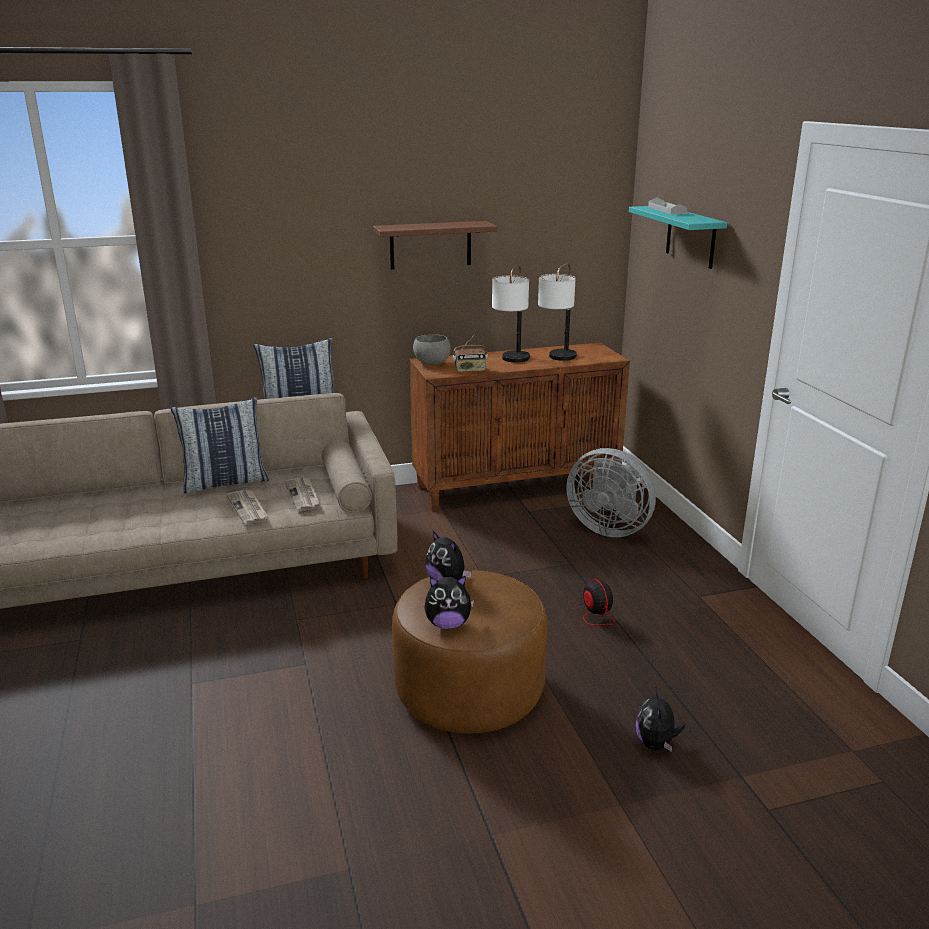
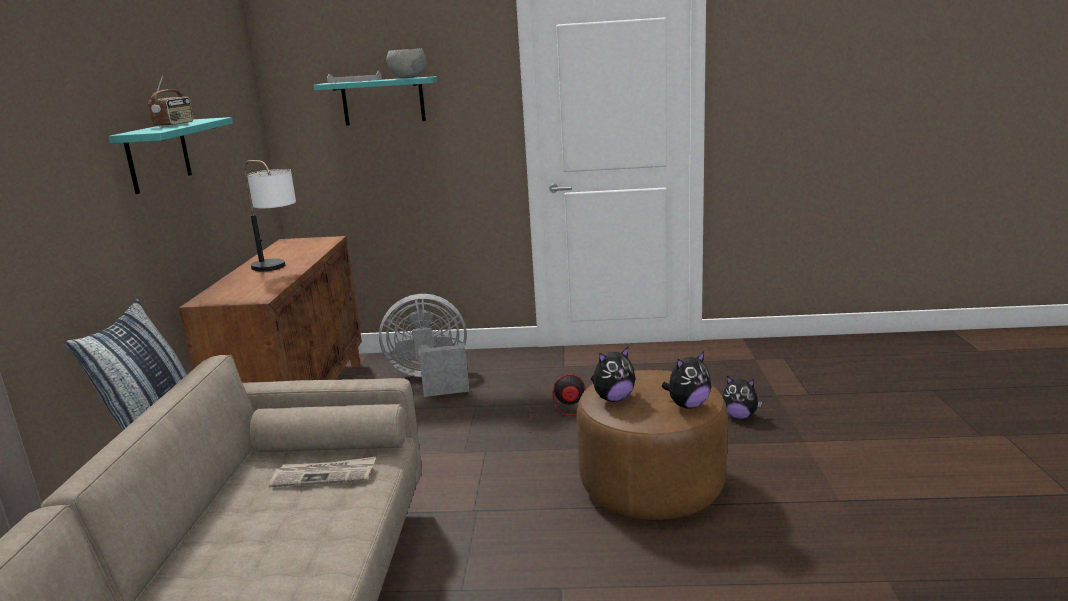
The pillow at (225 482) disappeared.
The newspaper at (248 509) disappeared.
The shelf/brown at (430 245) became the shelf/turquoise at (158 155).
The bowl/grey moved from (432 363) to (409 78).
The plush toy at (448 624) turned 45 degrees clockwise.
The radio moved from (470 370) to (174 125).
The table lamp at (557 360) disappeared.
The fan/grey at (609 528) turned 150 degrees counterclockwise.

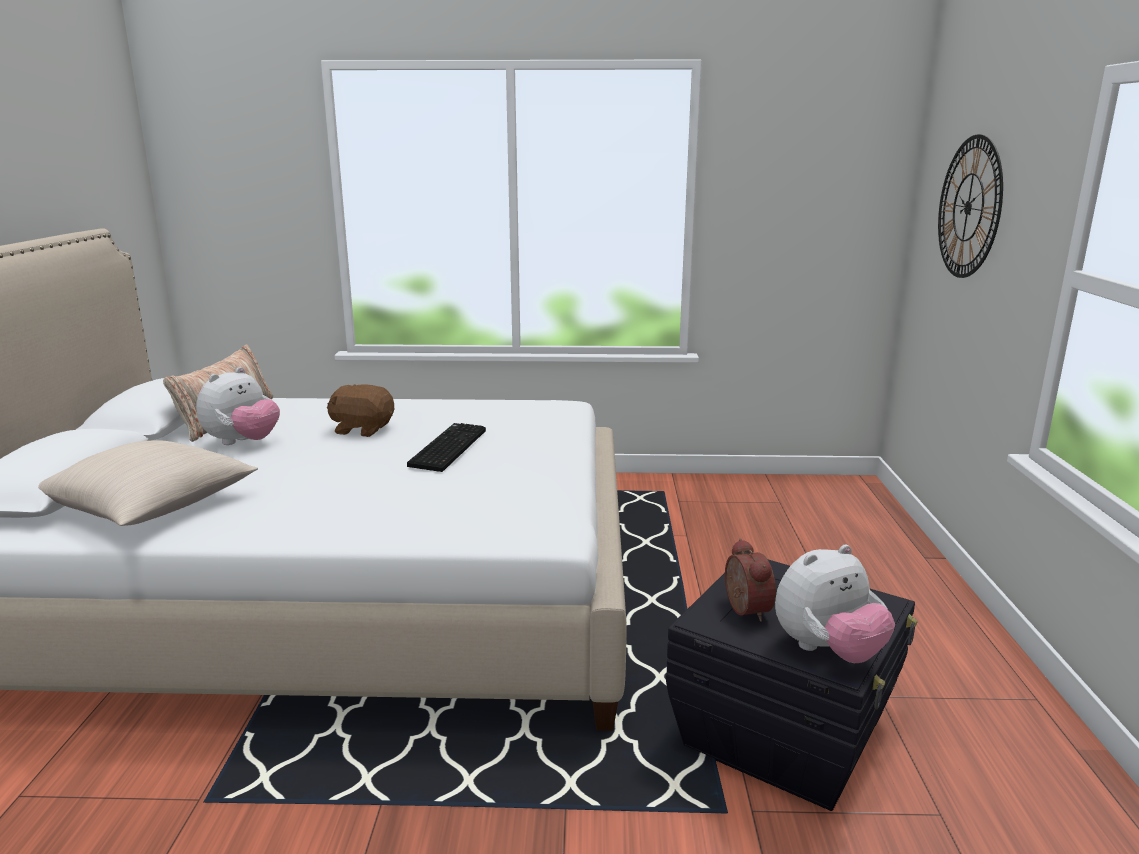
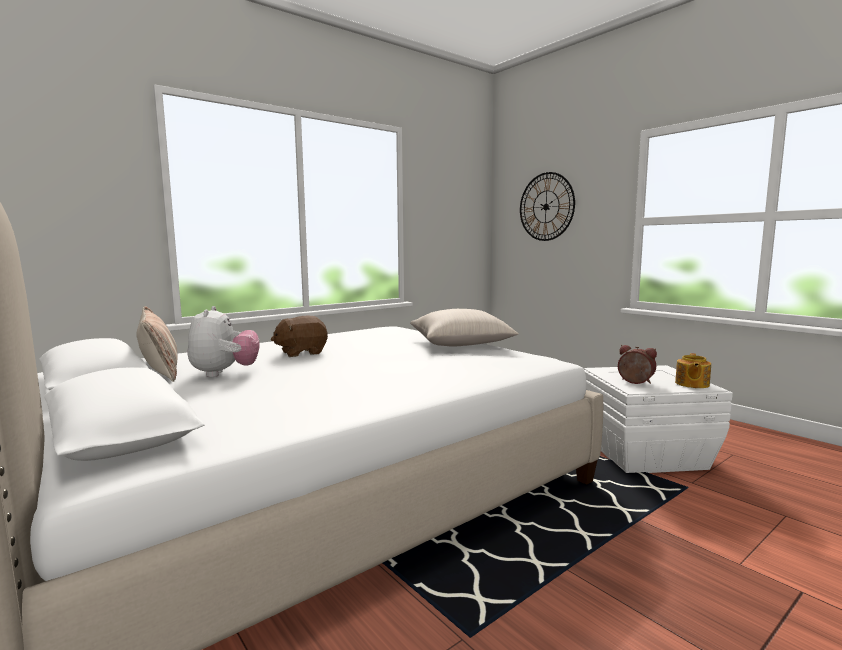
The pillow/beige moved from (150 506) to (460 344).
The keyboard at (447 448) disappeared.
The storage box/black at (785 733) became the storage box/white at (644 453).
The plush toy at (827 651) was replaced by the teapot at (691 384).

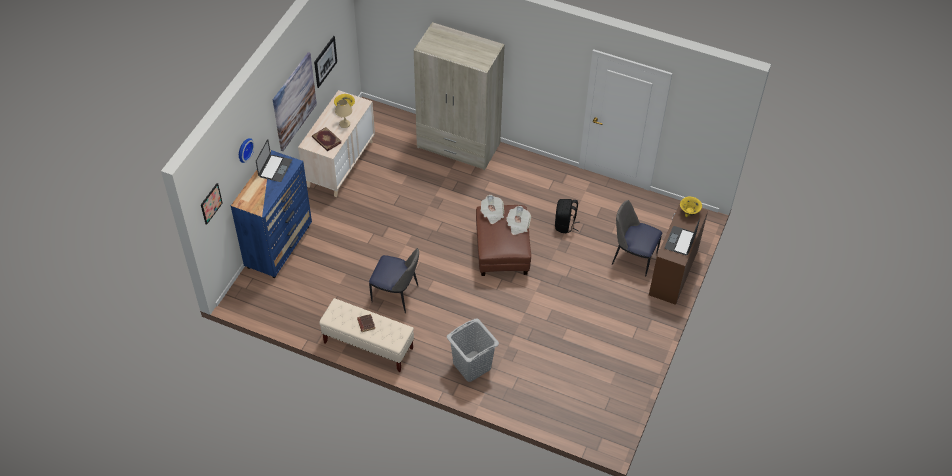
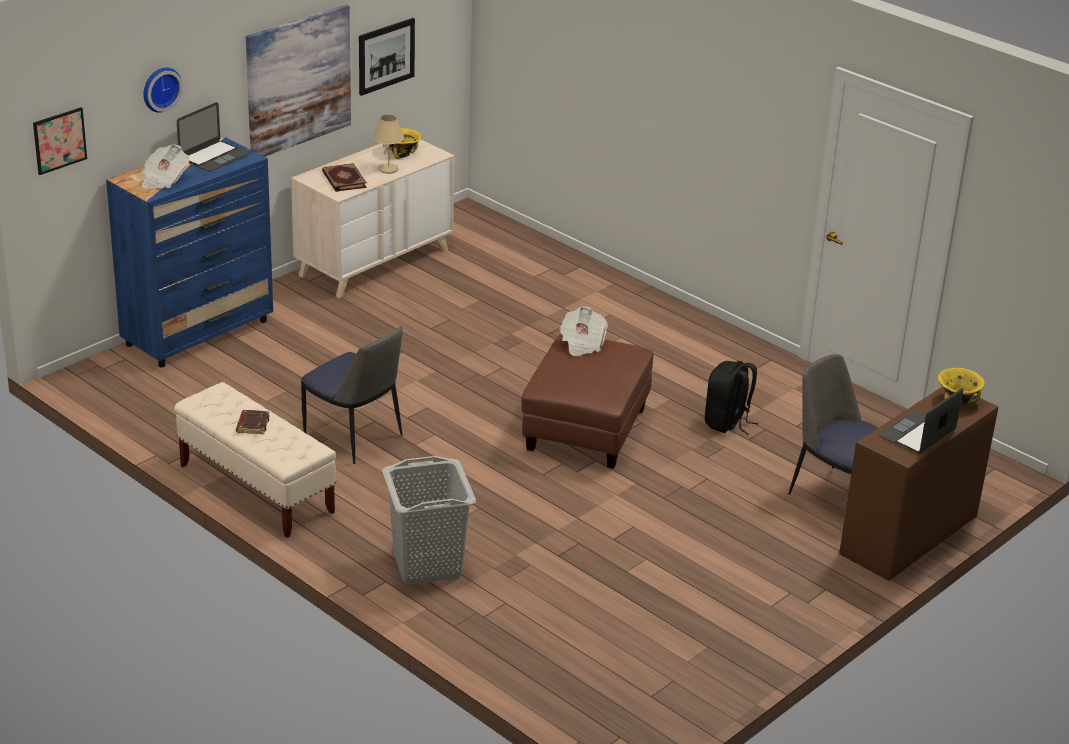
The wardrobe/beige at (458 146) disappeared.
The newspaper moved from (518 225) to (164 180).

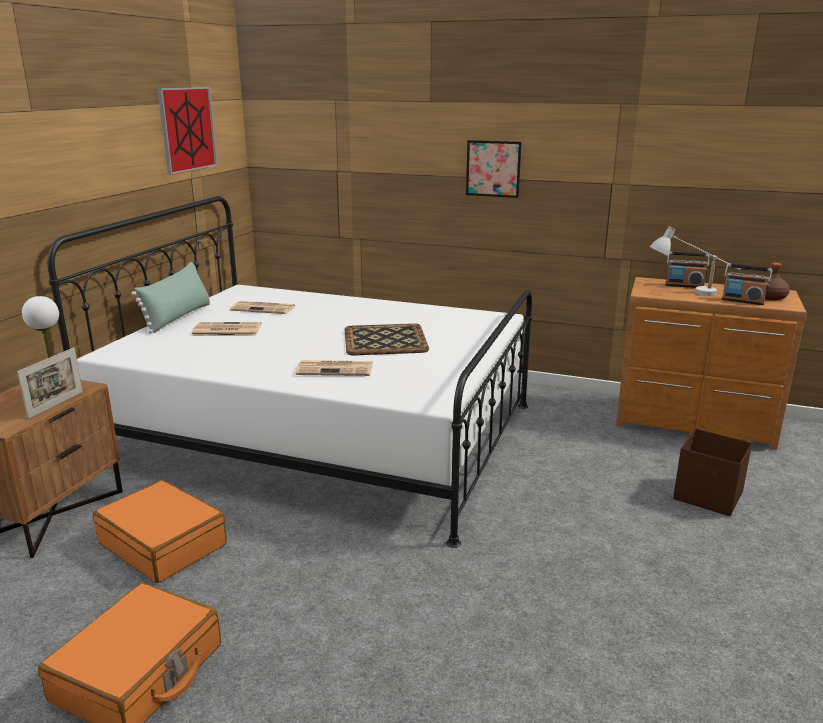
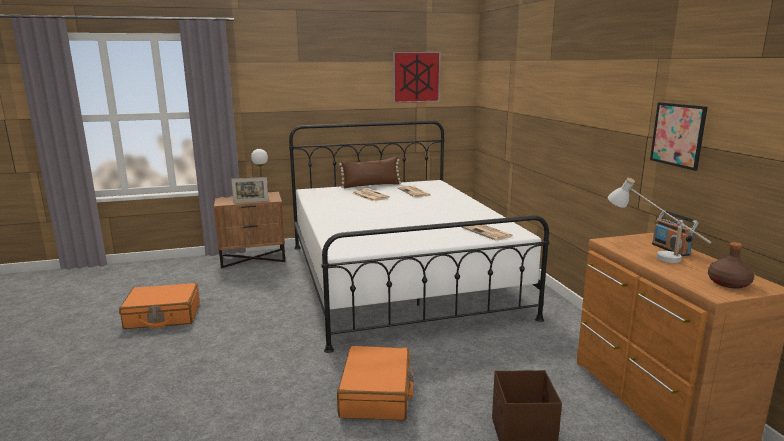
The suitcase/orange moved from (163 544) to (377 394).
The pillow/green at (178 317) became the pillow/brown at (371 185).
The newspaper moved from (336 369) to (487 232).
The tray at (386 340) disappeared.
The picture moved from (493 168) to (678 135).
The radio at (743 301) disappeared.

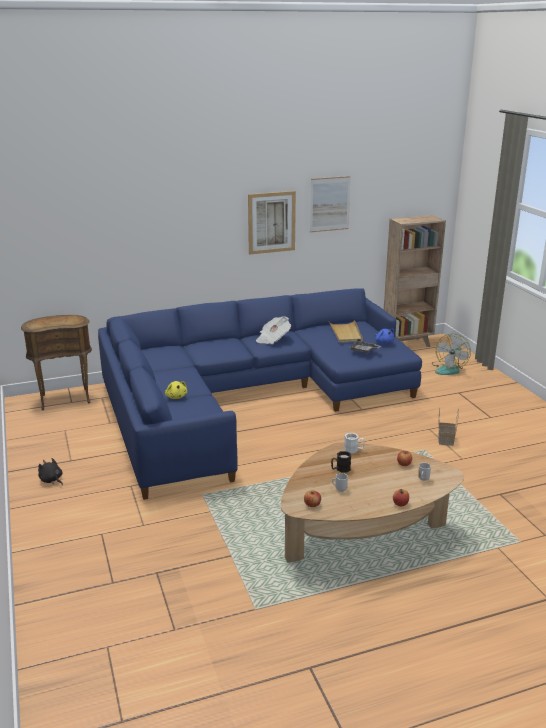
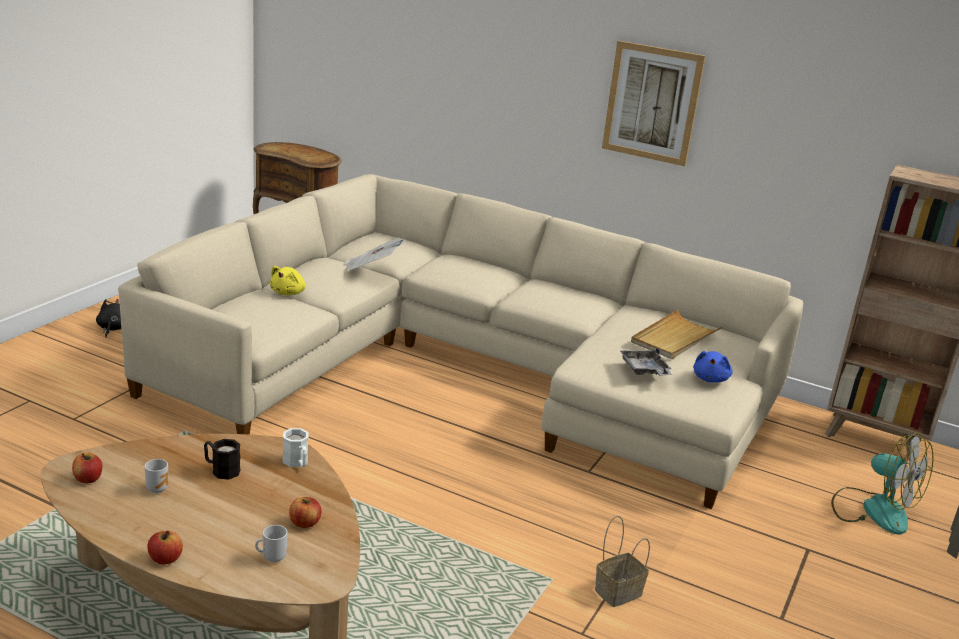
The sofa/blue at (246 399) became the sofa/beige at (470 370).
The newspaper moved from (273 339) to (372 269).
The picture at (330 204) disappeared.
The fan at (449 369) turned 120 degrees counterclockwise.

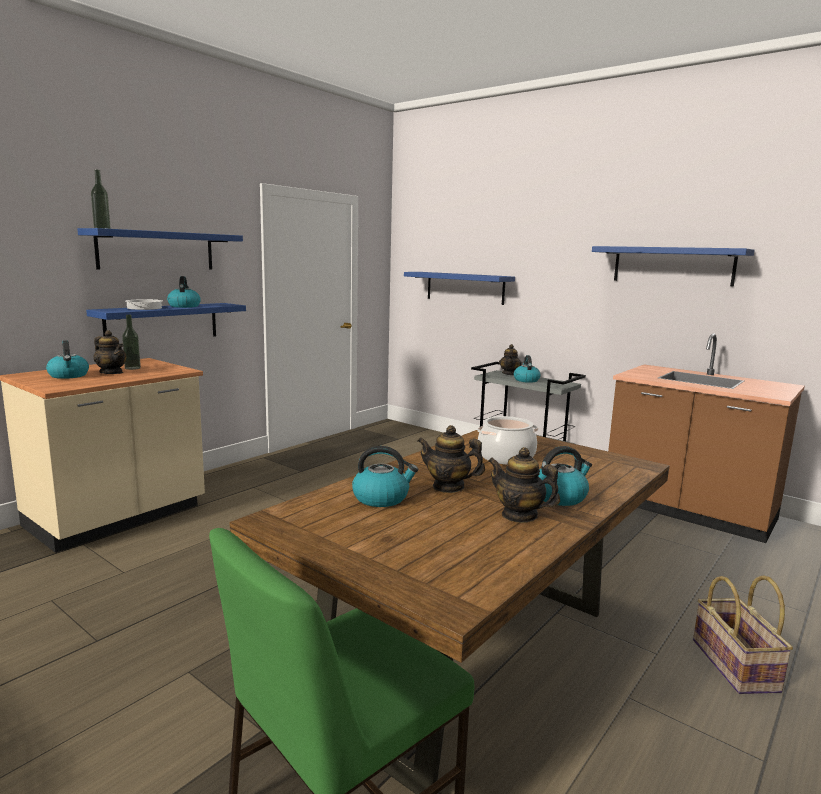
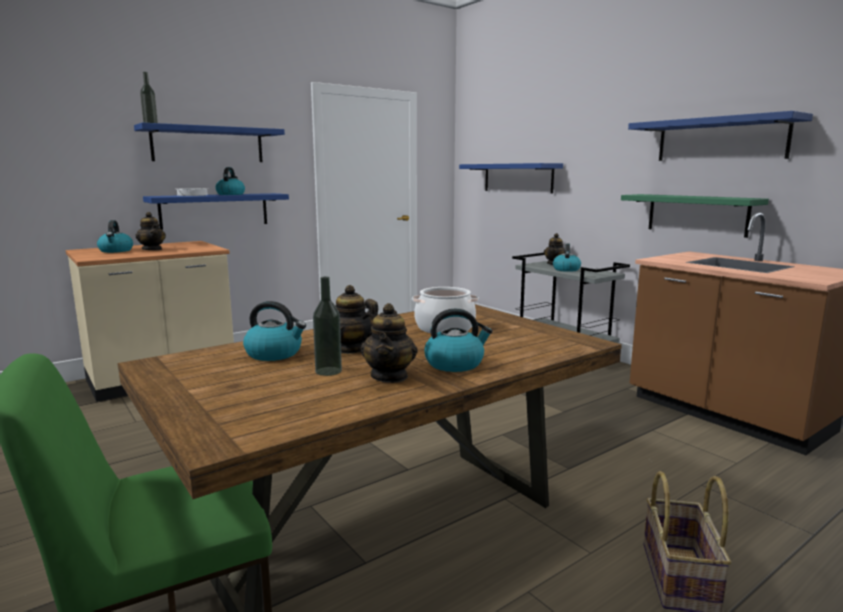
The bottle moved from (132 368) to (328 371).
The teapot at (519 515) turned 135 degrees counterclockwise.
The shelf/green at (697 214) appeared.

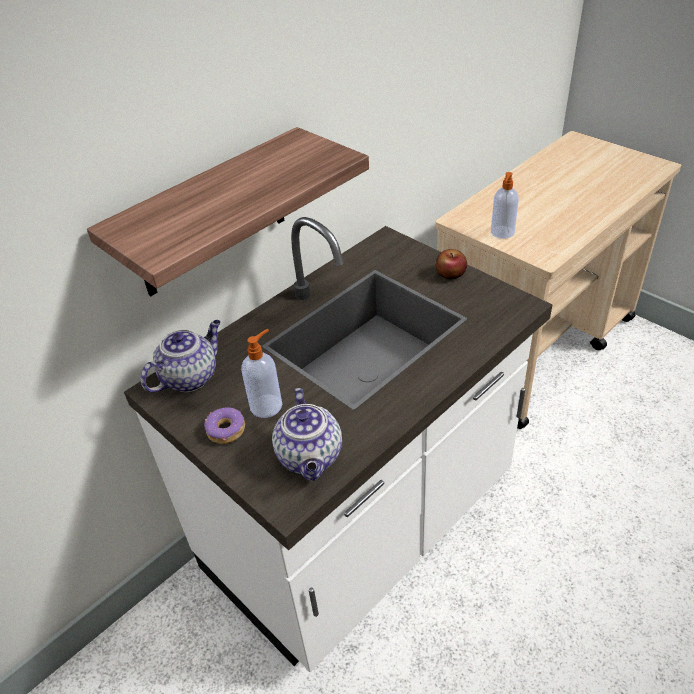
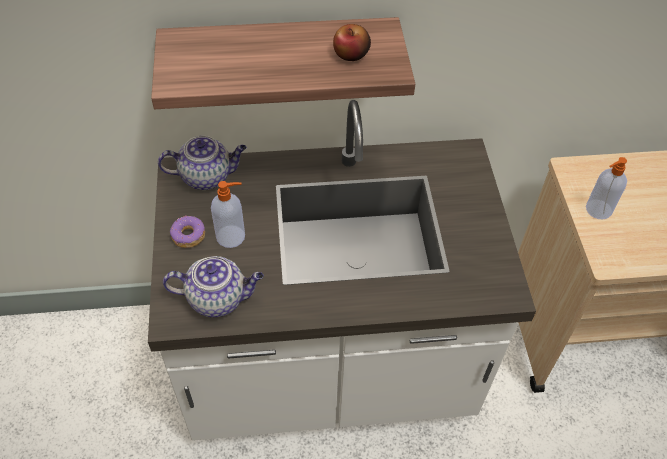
The teapot at (311 457) turned 120 degrees counterclockwise.
The apple moved from (451 274) to (351 54).

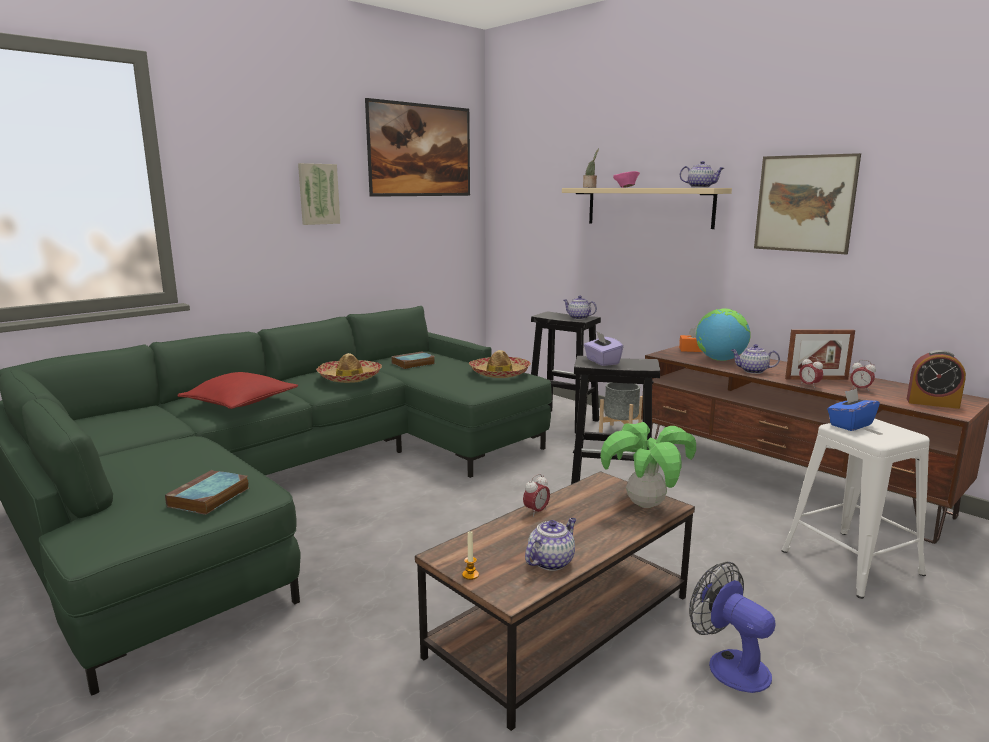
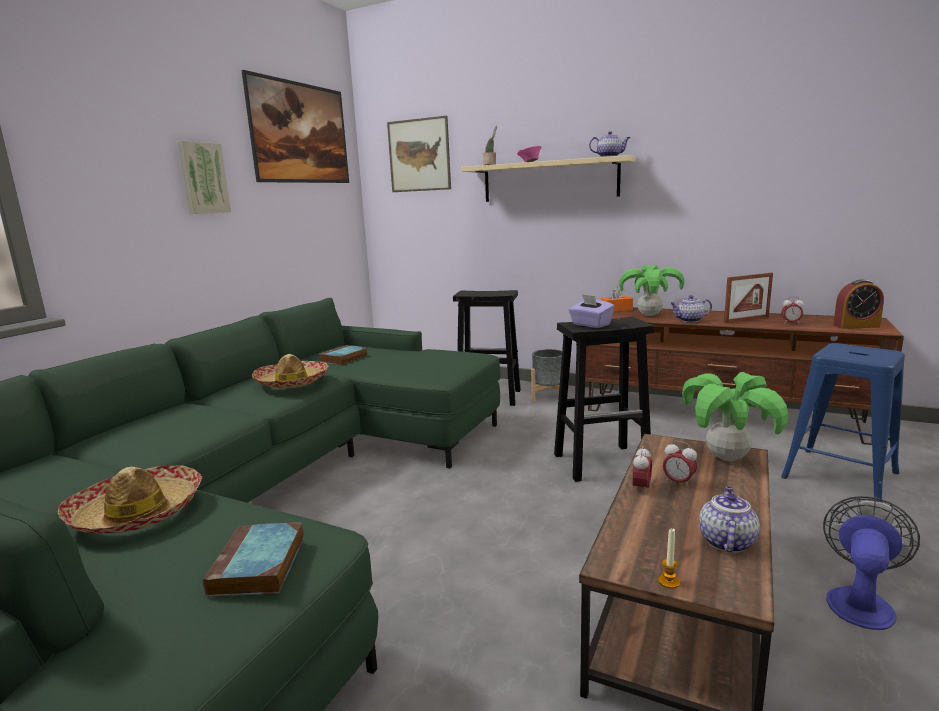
The pillow/red at (240 402) disappeared.
The hat moved from (500 373) to (137 512).
The teapot at (578 318) disappeared.
The fan at (729 664) turned 90 degrees clockwise.
The globe at (720 360) was replaced by the potted plant at (649 315).
The picture moved from (804 204) to (419 155).
The stool/white at (851 562) became the stool/blue at (840 475).
The alarm clock moved from (809 385) to (678 482).
The tissue box/blue at (850 425) disappeared.

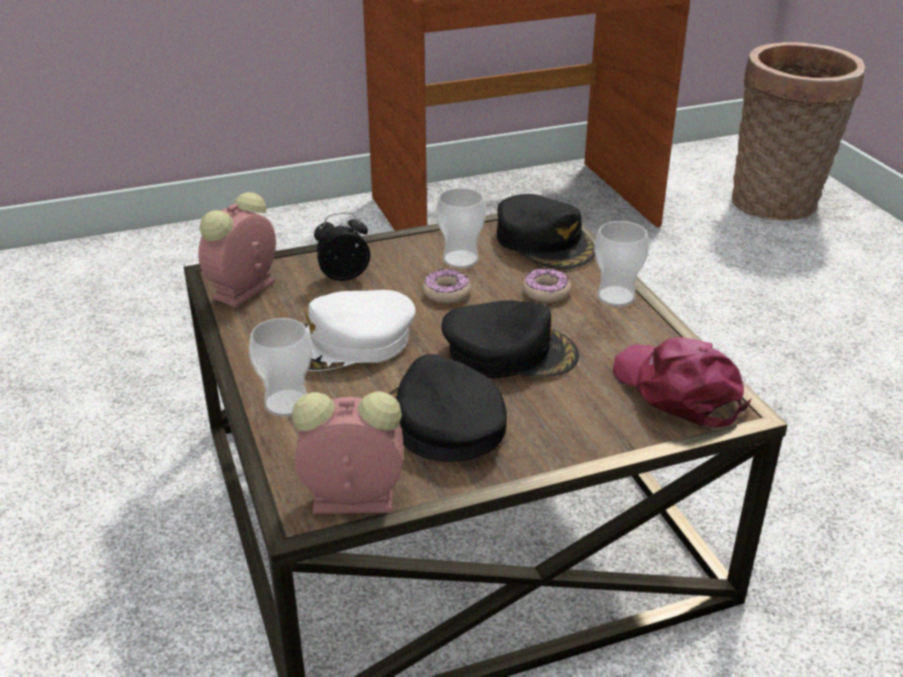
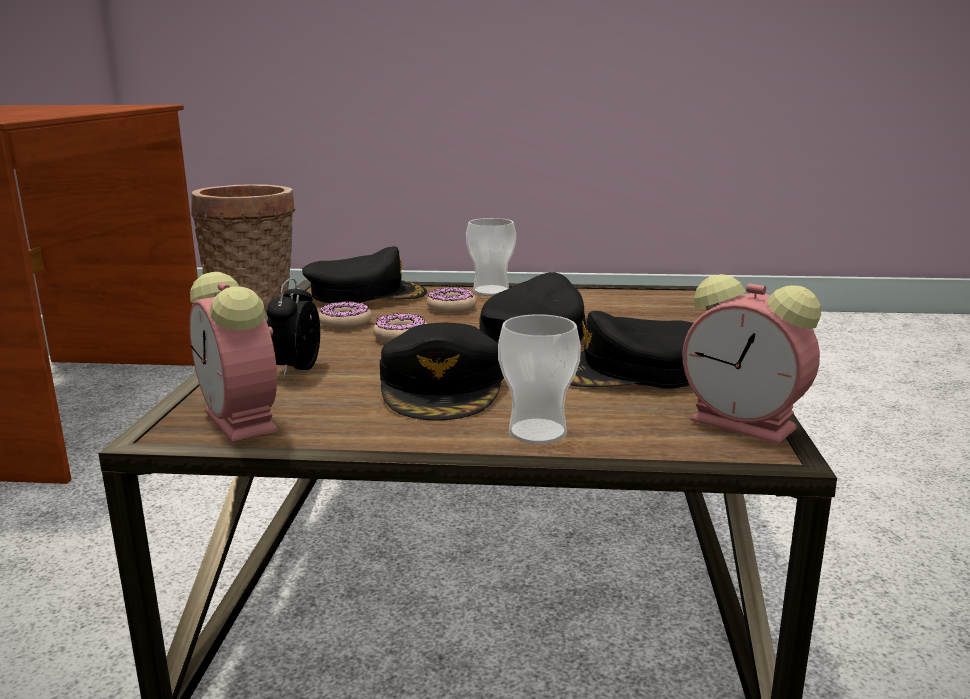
The alarm clock at (349 499) turned 75 degrees counterclockwise.
The cap/white at (350 342) became the cap/black at (443 386).
The cup at (460 259) was replaced by the donut at (345 323).
The cap/pink at (678 390) disappeared.

